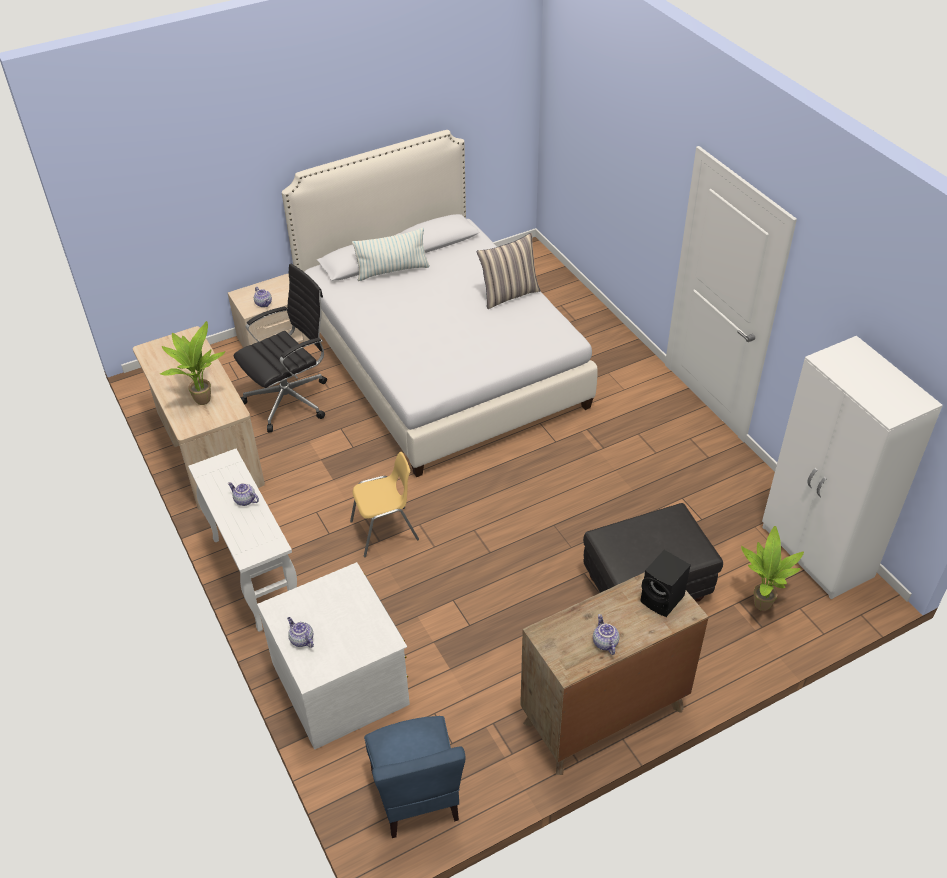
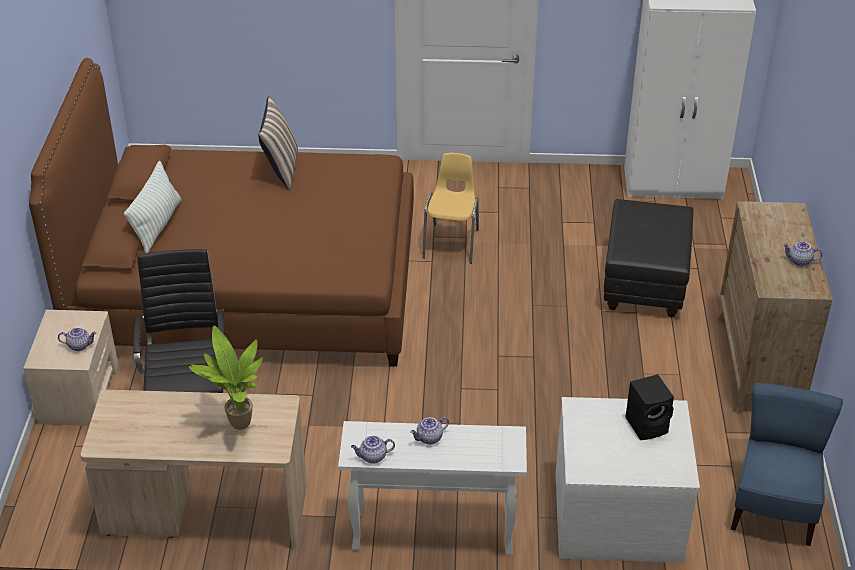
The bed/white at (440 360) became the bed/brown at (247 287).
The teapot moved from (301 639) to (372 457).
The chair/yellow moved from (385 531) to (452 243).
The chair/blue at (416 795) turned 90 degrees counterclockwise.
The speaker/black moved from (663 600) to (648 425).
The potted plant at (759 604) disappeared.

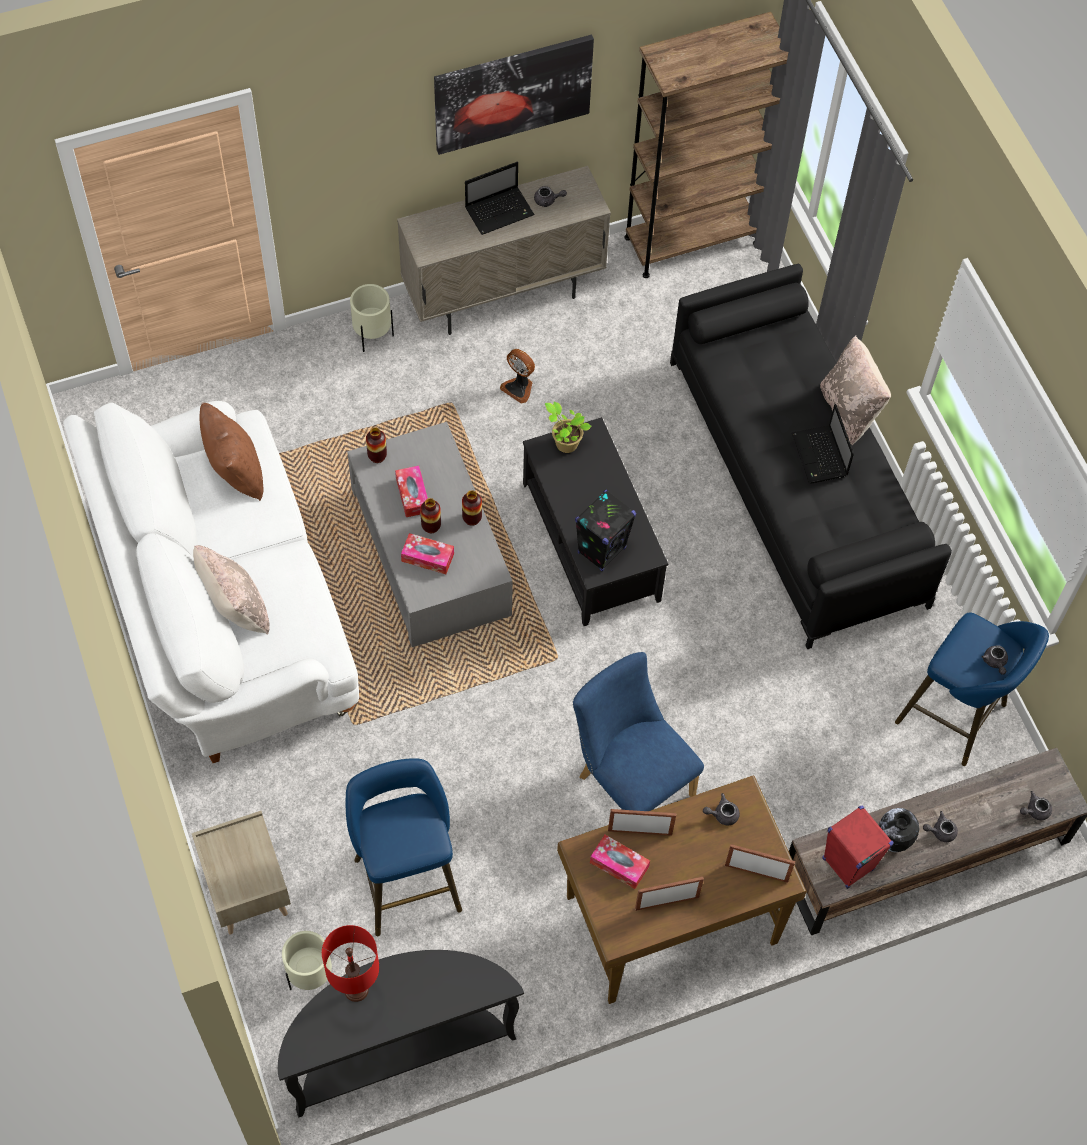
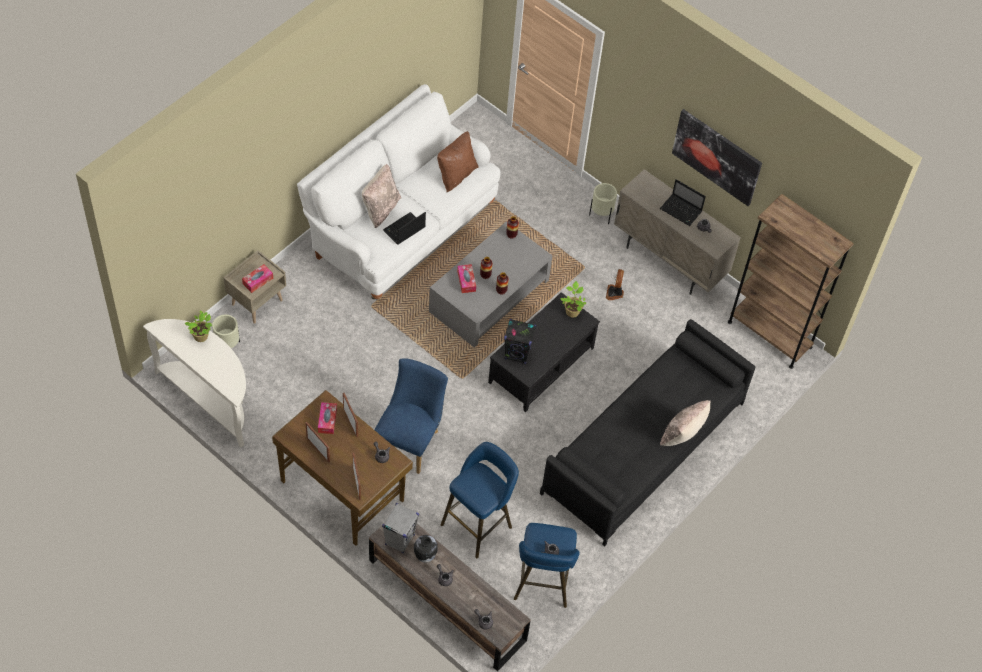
The console table/black at (398 1048) became the console table/white at (210 399).
The table lamp/red at (356 990) was replaced by the potted plant at (202 337).
The stool/blue moved from (405 878) to (479 523).
The tissue box moved from (412 495) to (258 281).
The laptop moved from (820 456) to (403 230).
The speaker/red at (847 864) became the speaker/grey at (399 540).

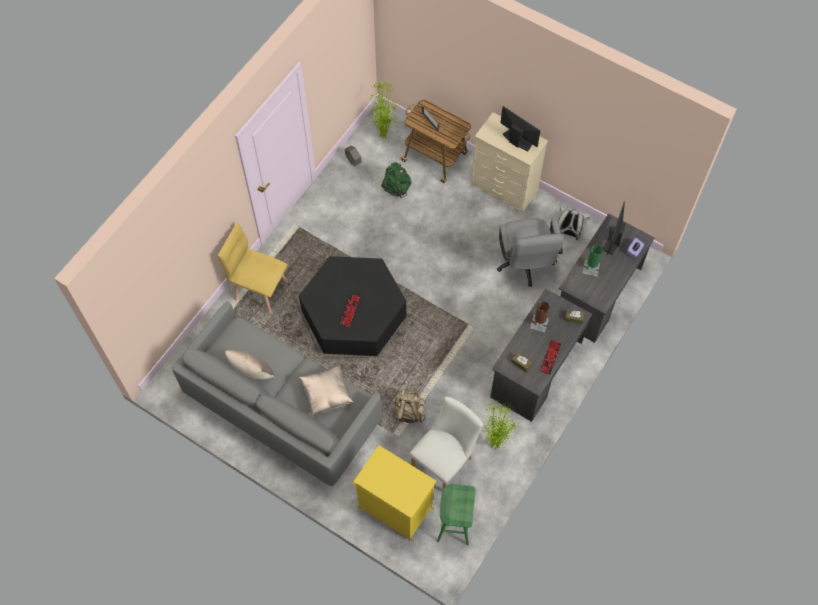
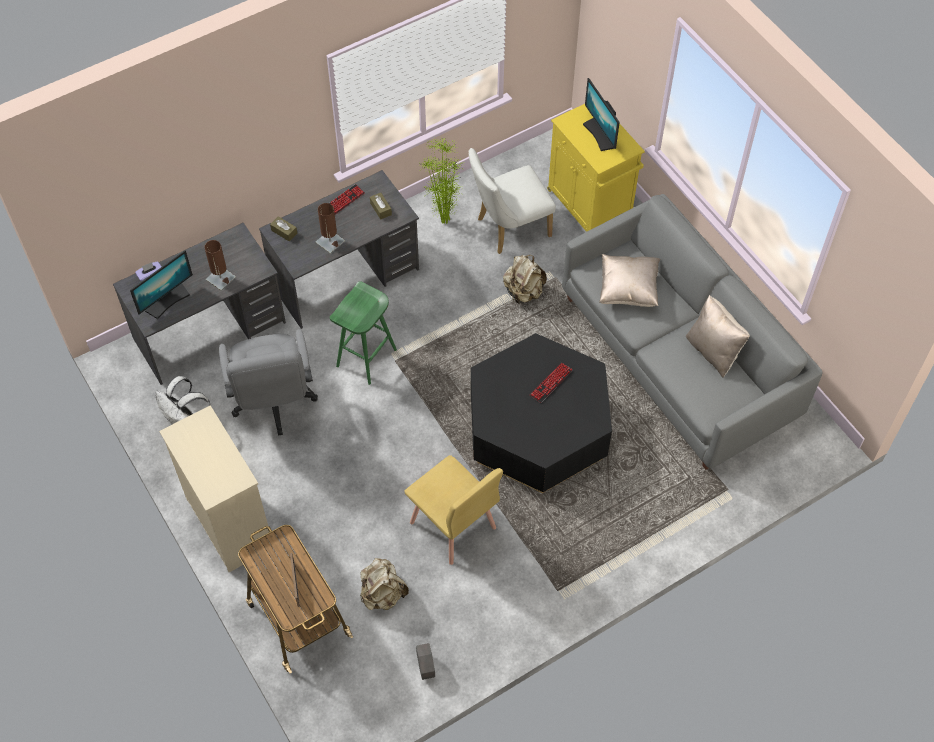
The chair/yellow moved from (260 289) to (453 526).
The potted plant at (384 136) disappeared.
The backpack/green at (396 187) became the backpack/beige at (382 593).
The stool/green moved from (454 524) to (366 359).
The office chair/grey at (525 265) turned 150 degrees clockwise.
The monitor moved from (517 140) to (600 134).
The table lamp/green at (591 268) became the table lamp/brown at (220 278).

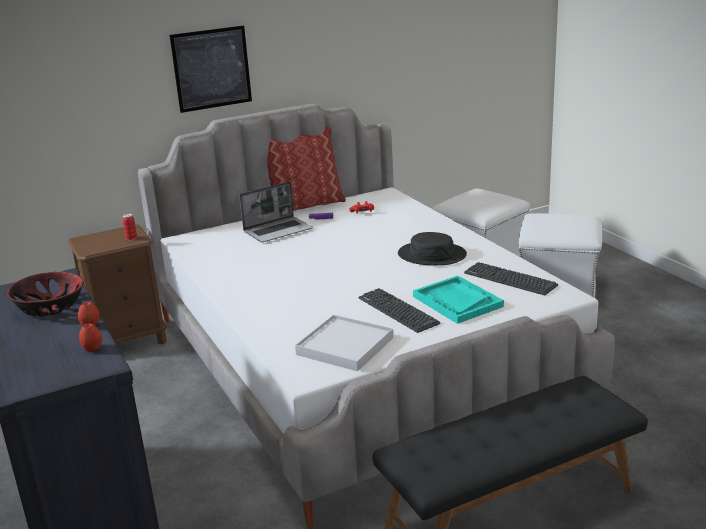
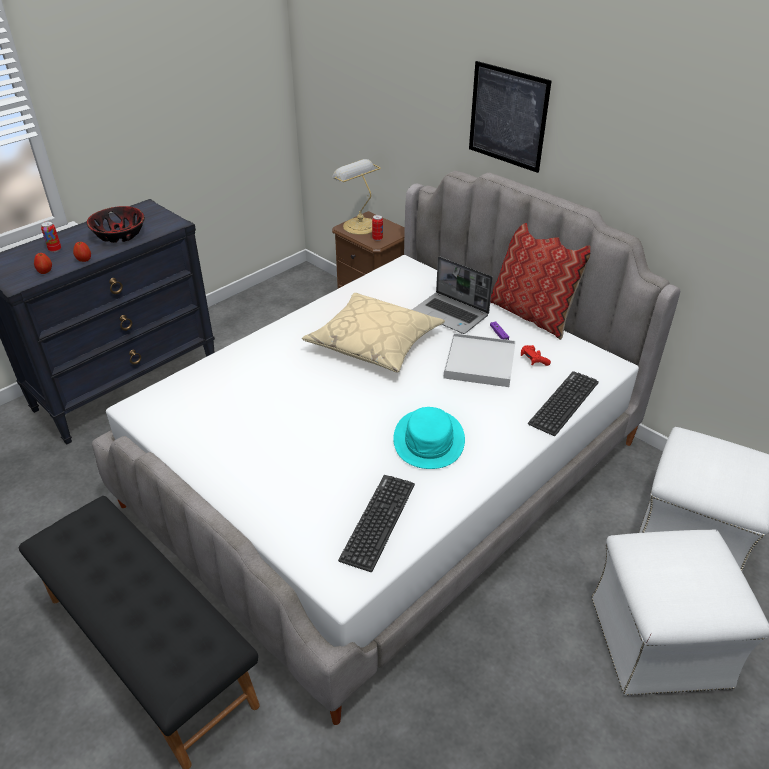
The tray/white moved from (345 346) to (479 363).
The keyboard moved from (398 311) to (564 403).
The hat/black at (432 255) became the hat/turquoise at (429 440).
The tray/turquoise at (457 301) disappeared.
The can at (55 250) appeared.
The pillow/beige at (374 342) appeared.
The table lamp at (359 225) appeared.

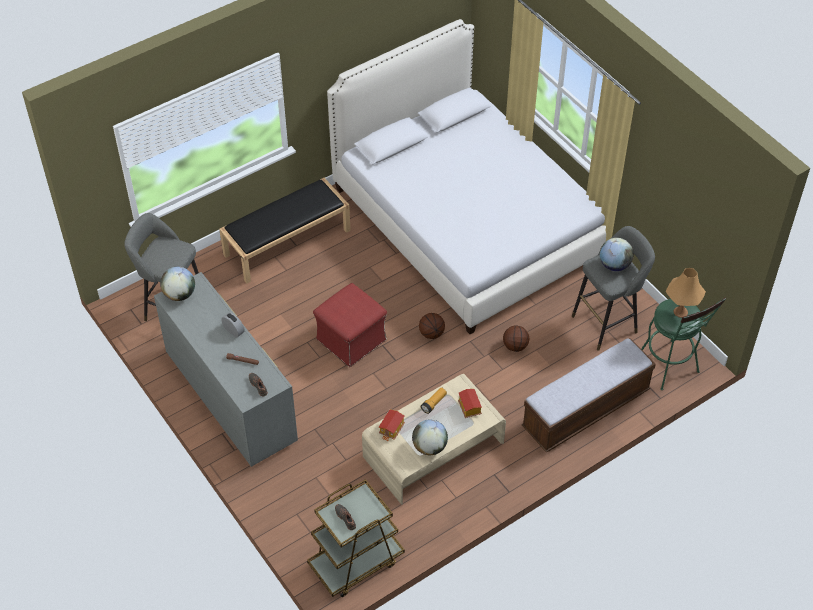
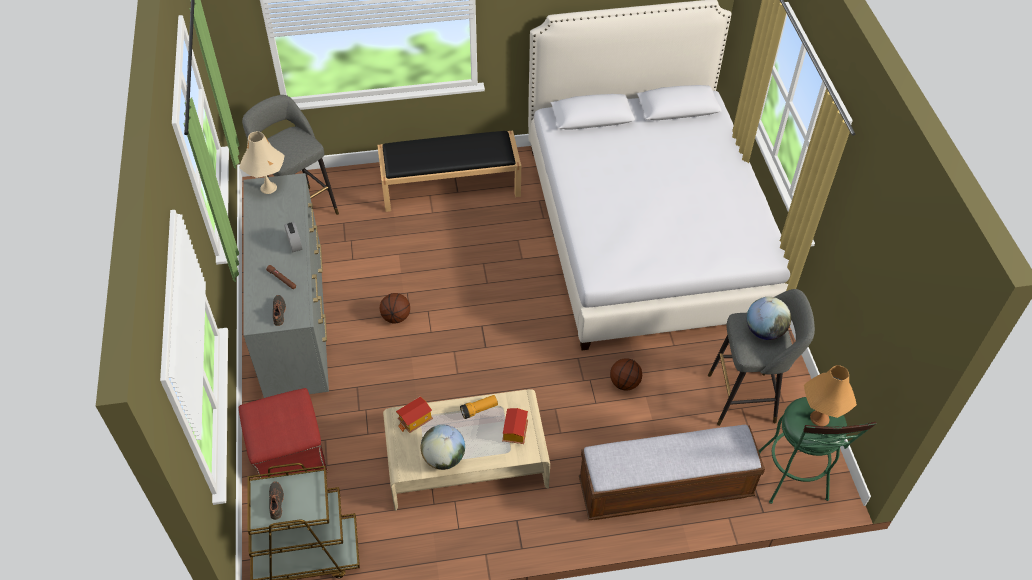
The globe at (180 294) was replaced by the table lamp/beige at (268 188).
The ottoman/red moved from (351 340) to (288 455).
The basketball moved from (431 333) to (396 317).

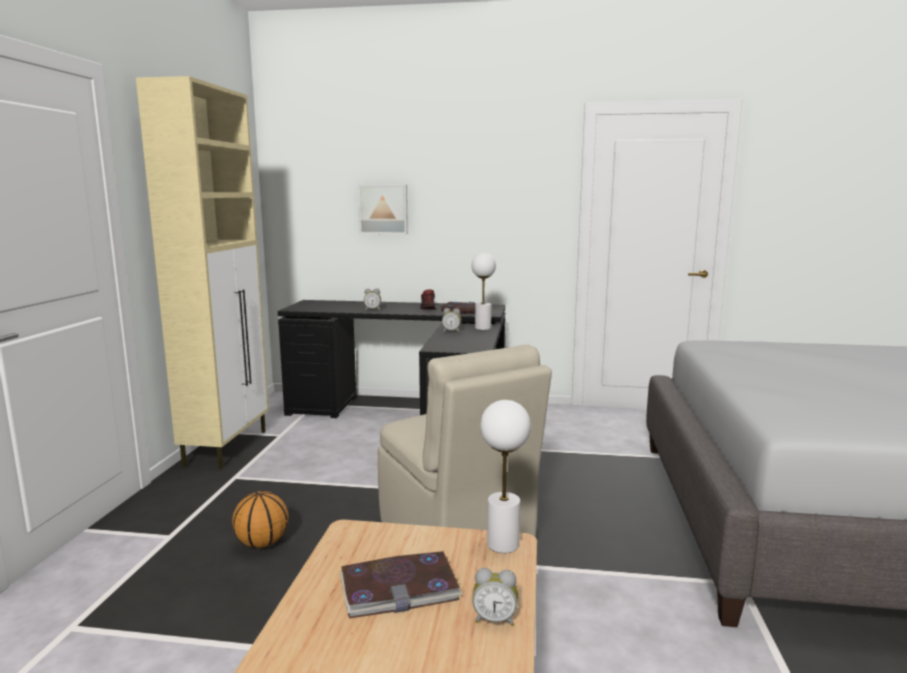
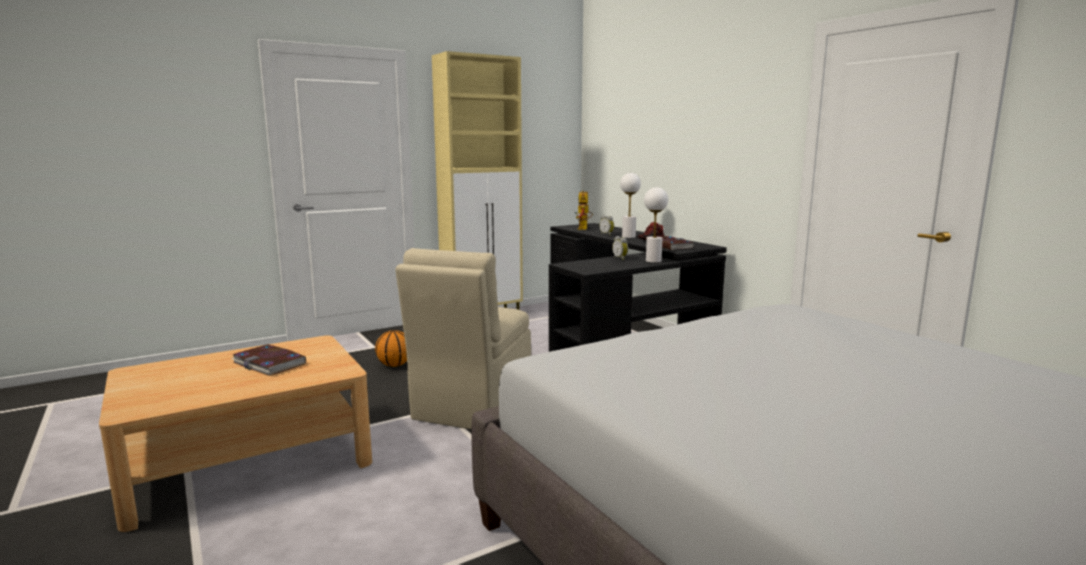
The picture at (383 209) disappeared.
The alarm clock at (495 619) disappeared.
The table lamp/white moved from (503 544) to (628 237).
The toy robot at (583 229) appeared.

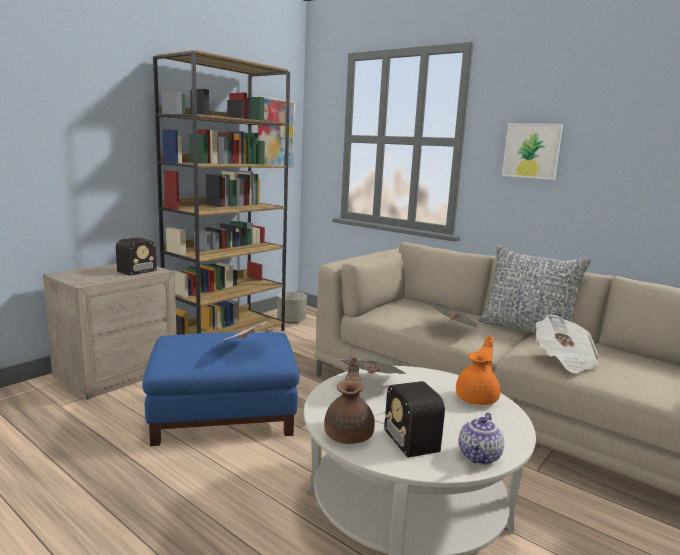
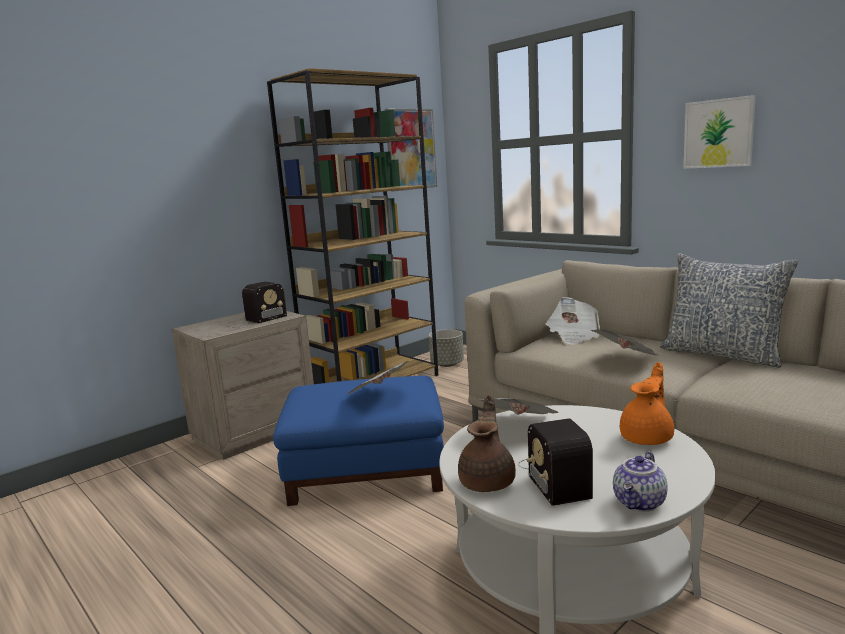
The newspaper moved from (564 360) to (572 336).

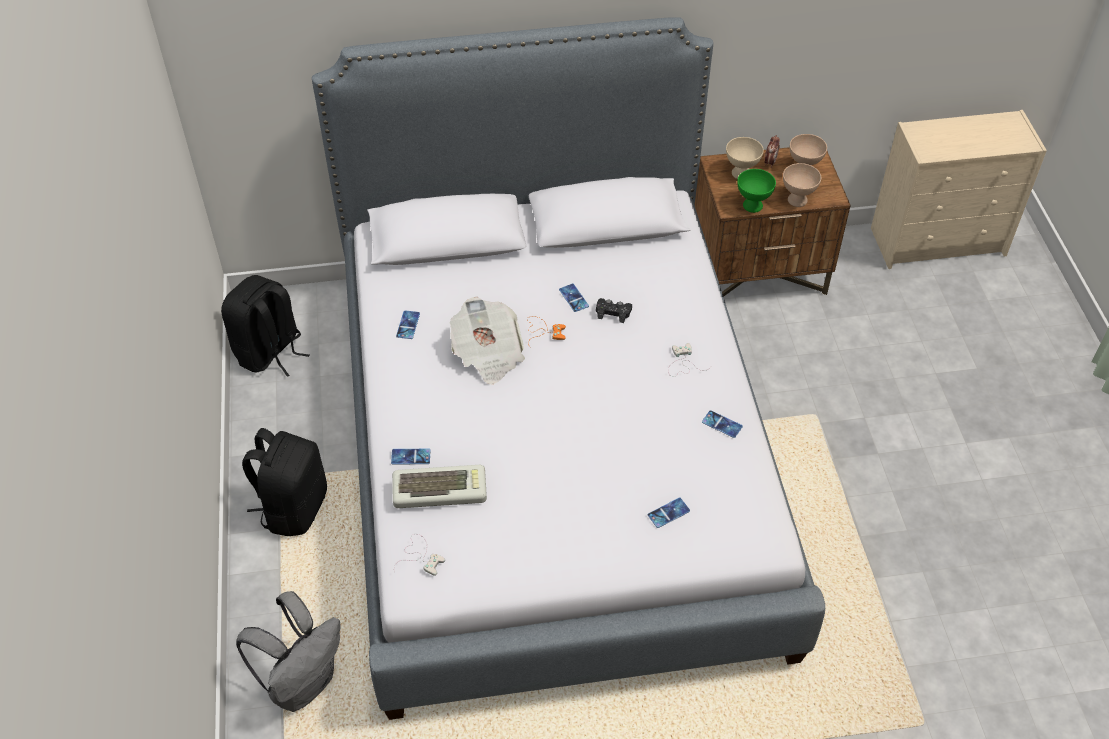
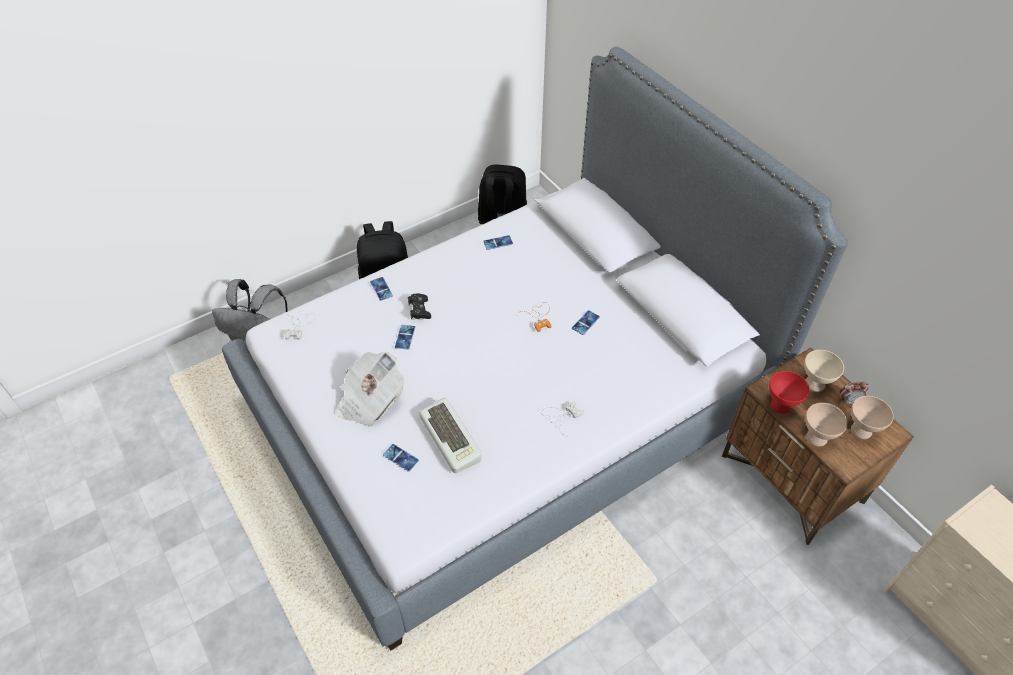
The keyboard moved from (441 489) to (452 438).
The newspaper moved from (488 354) to (370 400).
The game controller/black moved from (613 312) to (419 310).
The phone moved from (722 424) to (405 337).
The bowl/green at (752 205) became the bowl/red at (780 405).

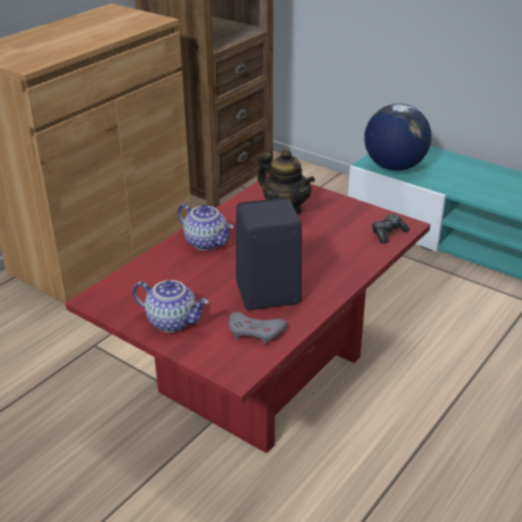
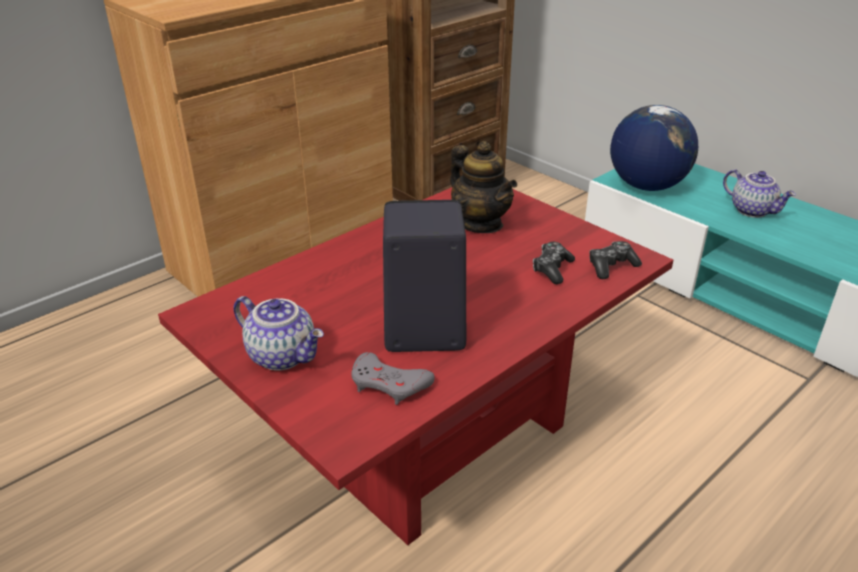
The teapot moved from (207 242) to (753 210).
The game controller at (552 269) appeared.

